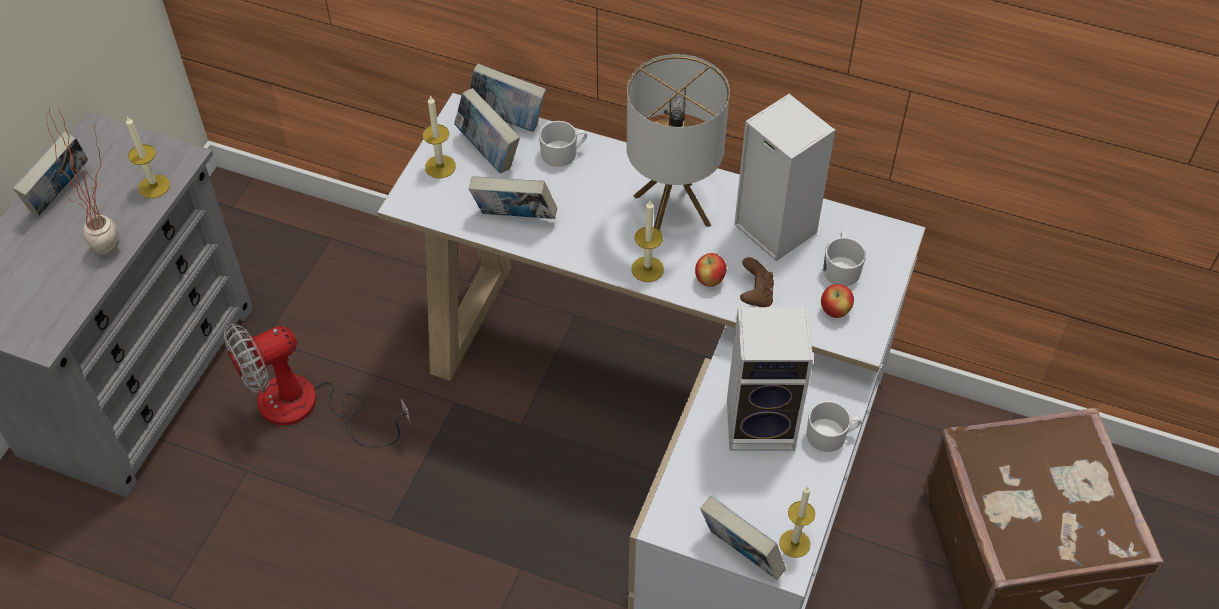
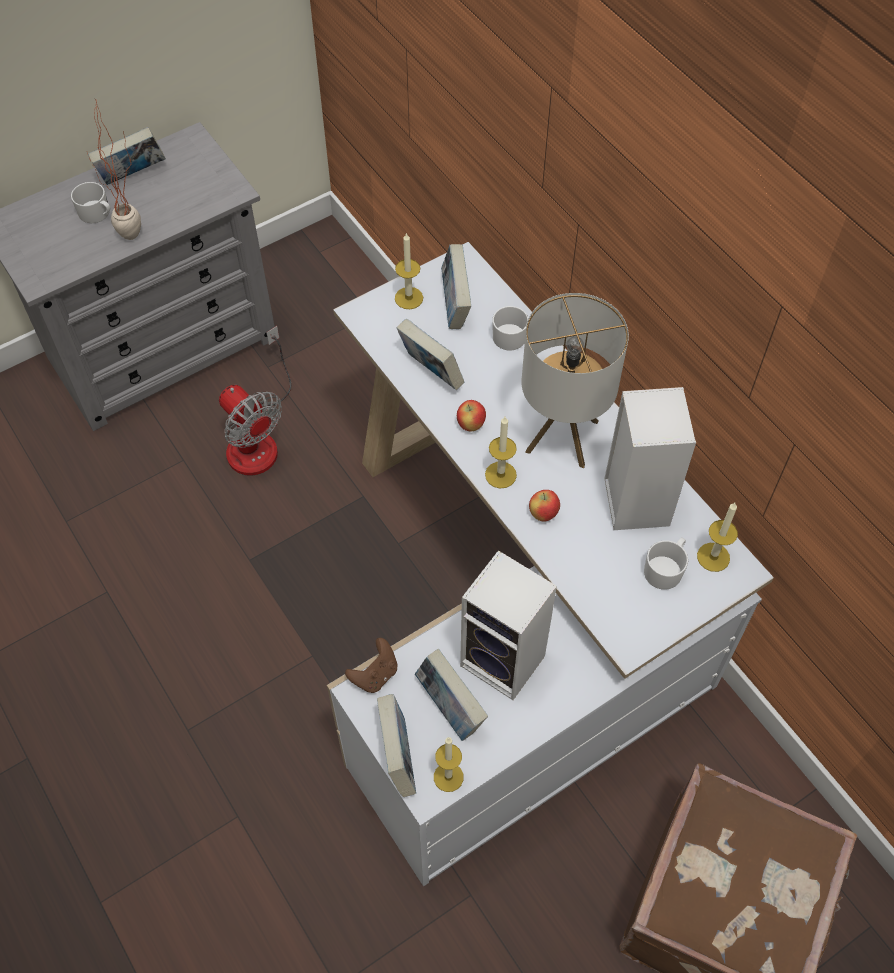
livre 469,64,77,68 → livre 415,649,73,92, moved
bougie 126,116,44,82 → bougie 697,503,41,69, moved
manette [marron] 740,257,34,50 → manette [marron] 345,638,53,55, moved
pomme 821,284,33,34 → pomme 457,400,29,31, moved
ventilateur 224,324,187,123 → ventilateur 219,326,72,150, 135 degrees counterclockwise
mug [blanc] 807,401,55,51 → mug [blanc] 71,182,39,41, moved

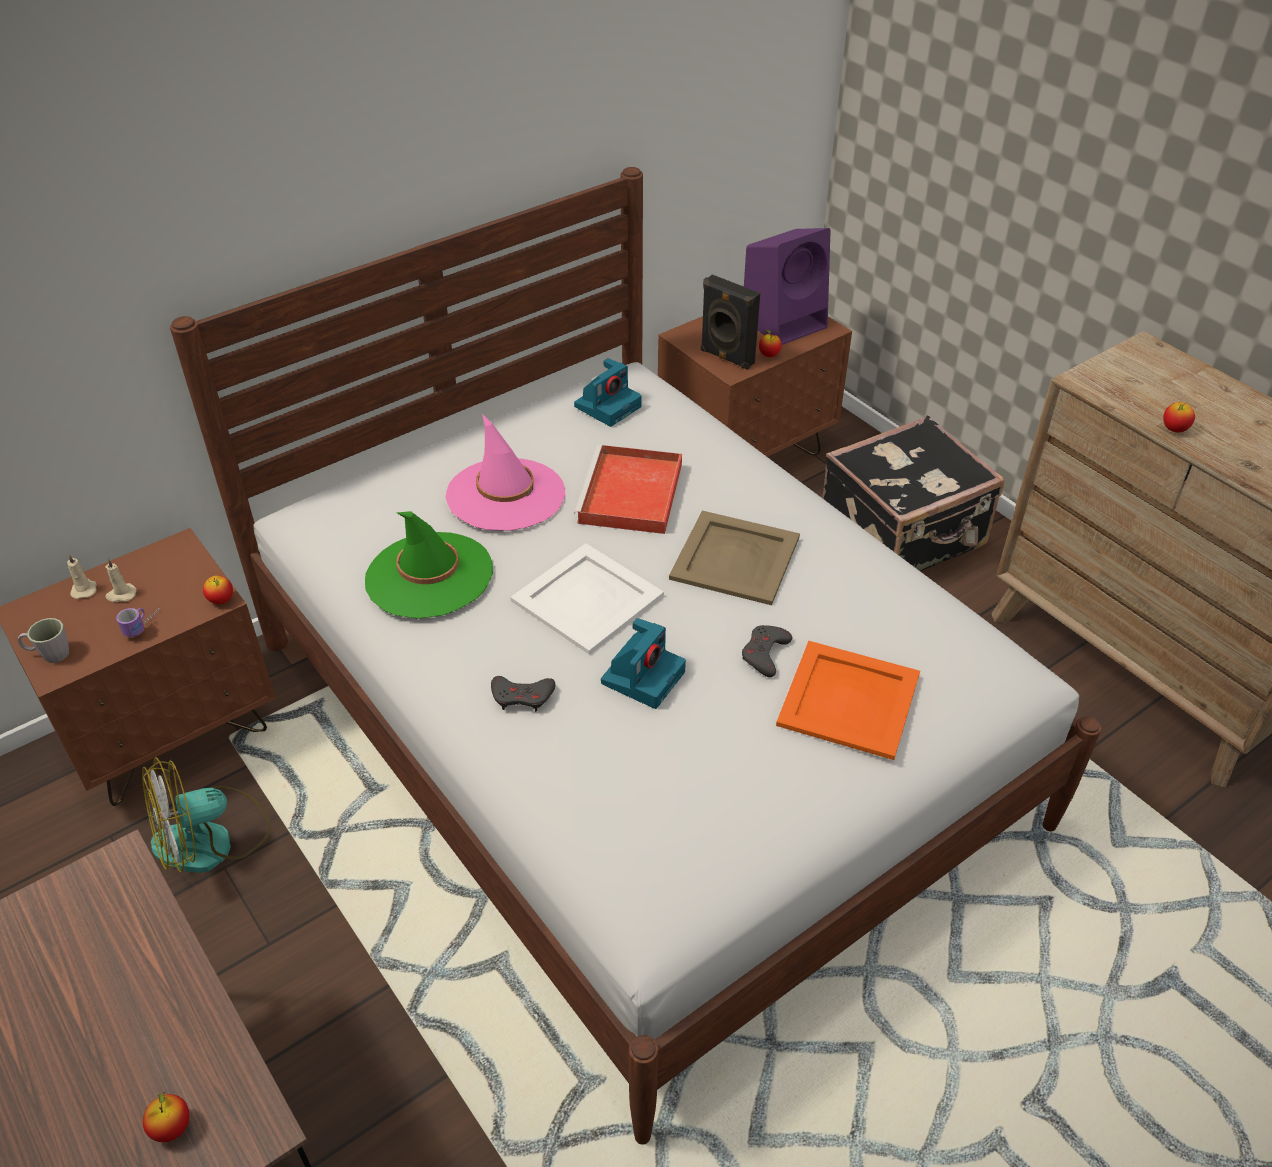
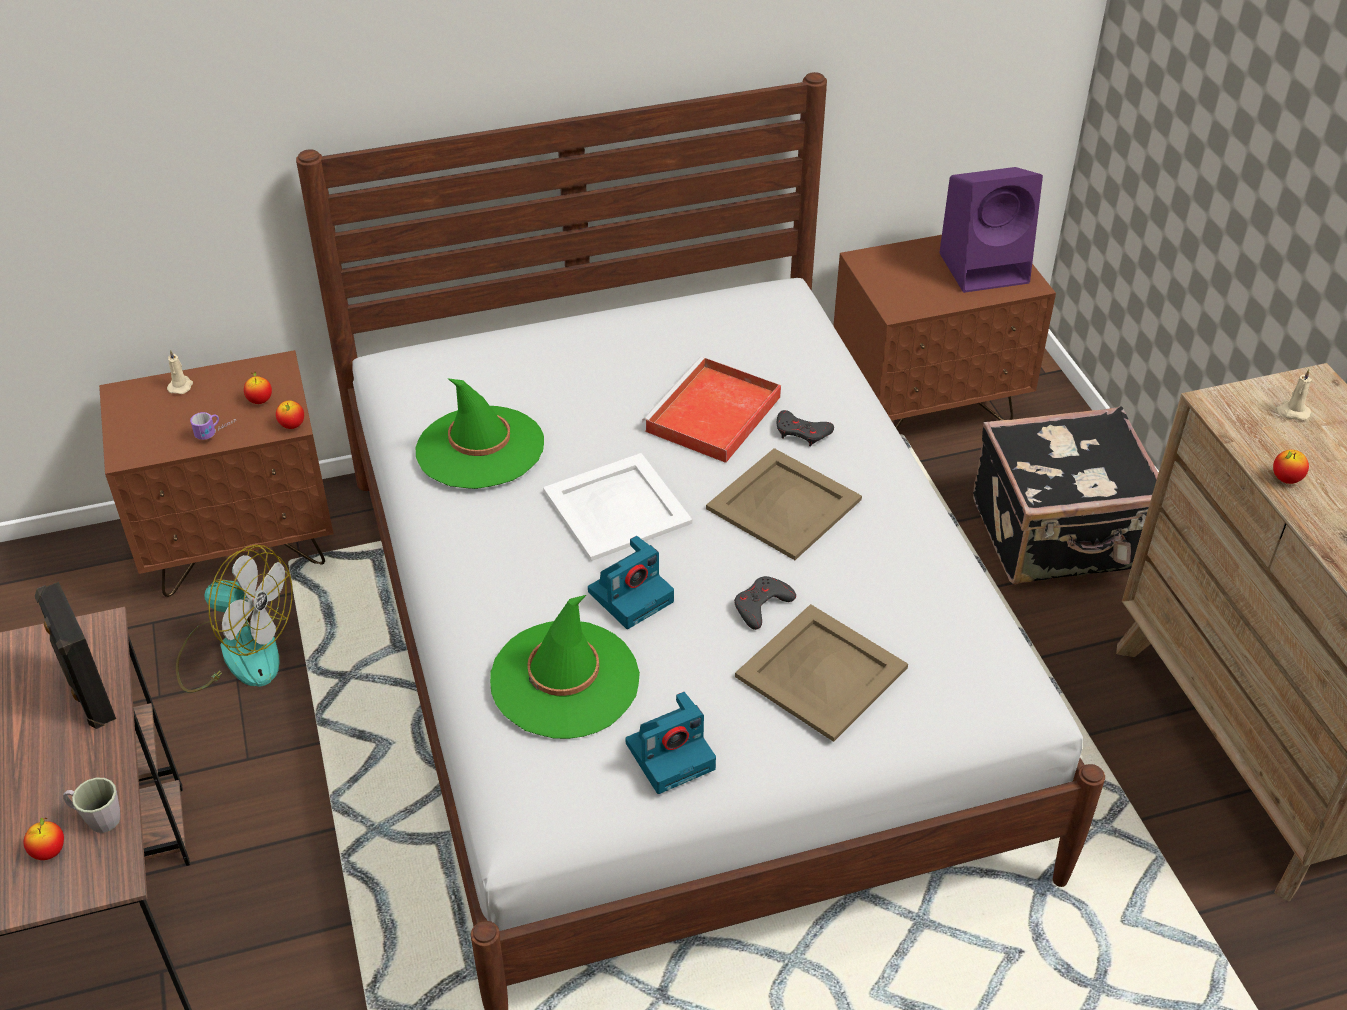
enceinte [noir] 700,274,60,96 → enceinte [noir] 35,582,81,147, moved
pomme 759,330,23,27 → pomme 244,371,28,33, moved
appareil photo 574,358,68,69 → appareil photo 625,692,91,102, moved
chapeau [rose] 445,414,121,117 → -
bougie [beige] 105,559,32,43 → bougie [beige] 1274,369,38,51, moved
mug [gris] 18,618,51,45 → mug [gris] 63,778,57,55, moved
plateau [orange] 776,641,144,119 → plateau [beige] 735,604,173,138
manette [gris] 491,676,64,36 → manette [gris] 777,410,57,36, moved
ventilateur 142,757,129,116 → ventilateur 176,545,117,148, 150 degrees counterclockwise
- → chapeau [vert] 490,595,150,144

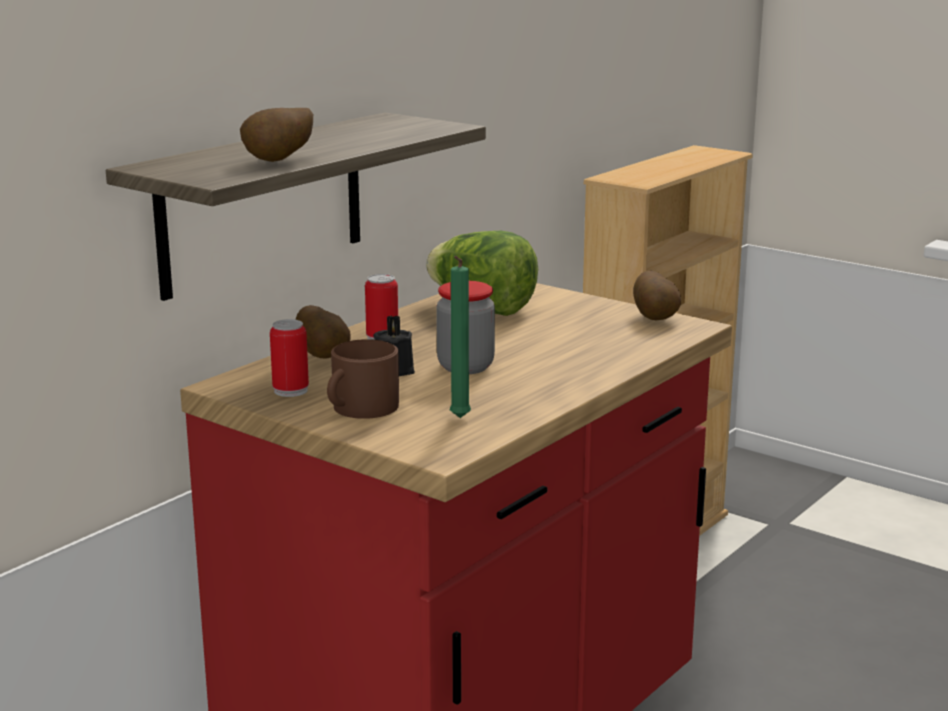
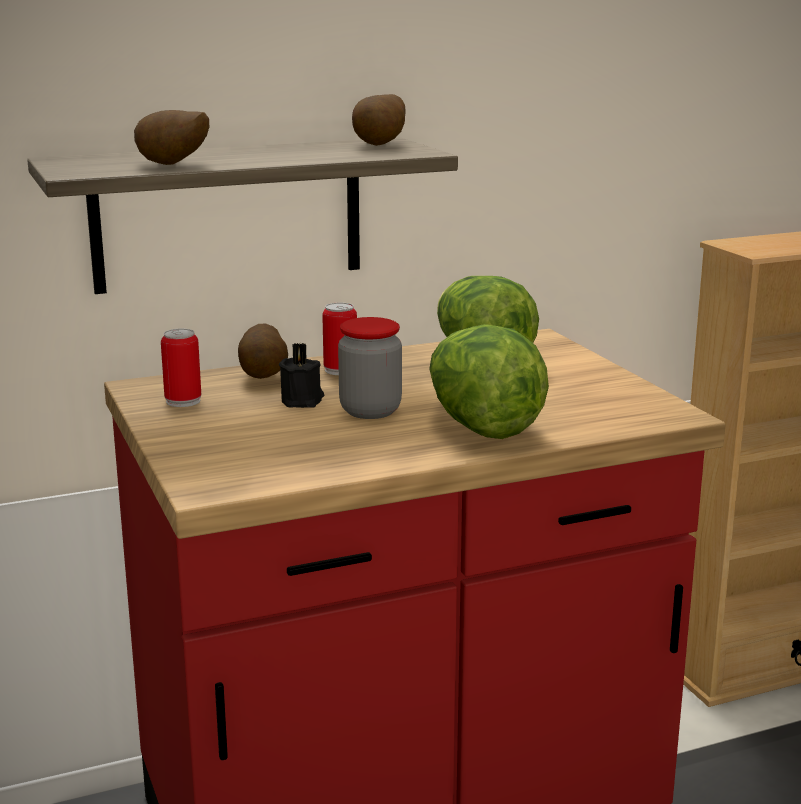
bougie [vert] 450,256,21,162 → -
pomme de terre 633,271,48,50 → pomme de terre 352,94,54,52, moved
mug [marron] 327,339,72,80 → -
- → laitue 429,324,120,115

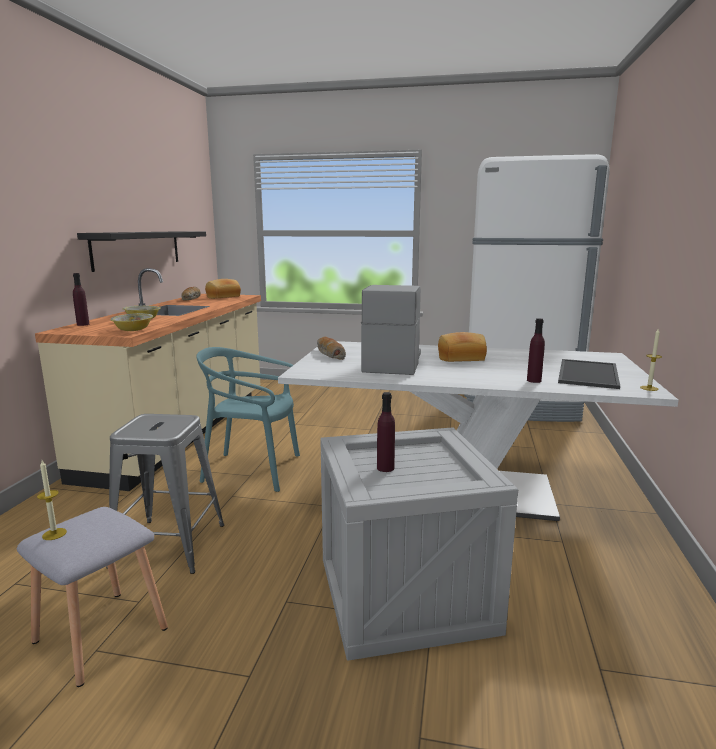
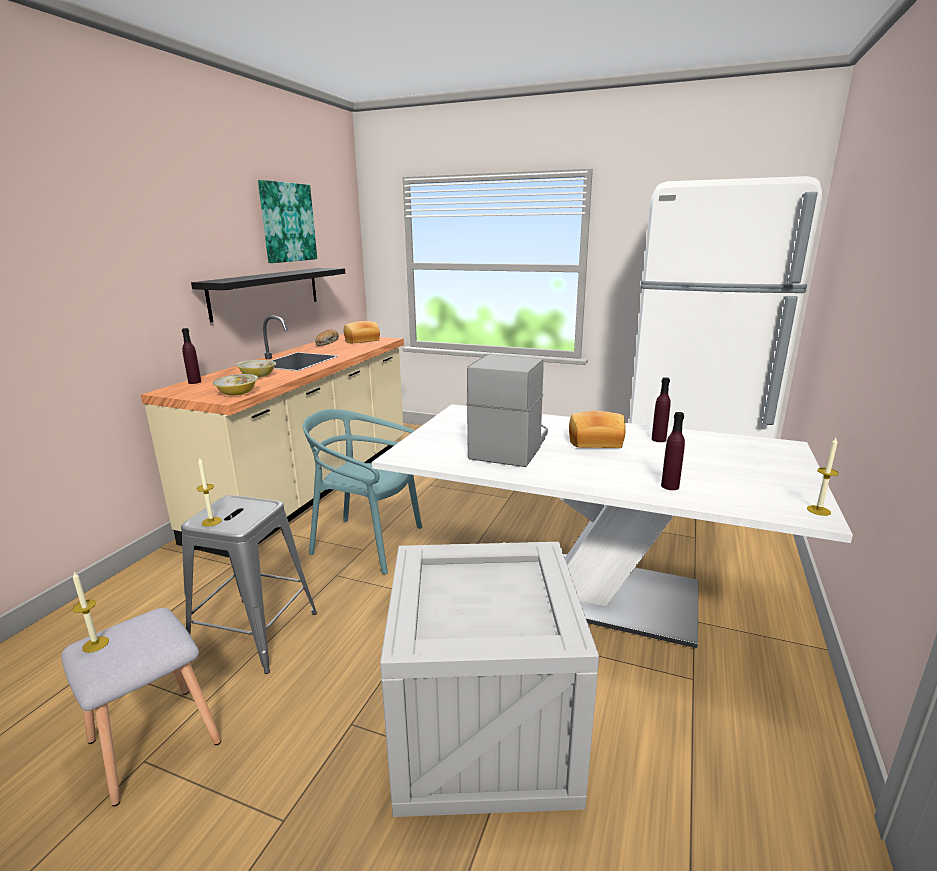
pain 317,337,29,23 → -
plateau 558,359,62,30 → -
bouteille [violet] 377,392,18,80 → bouteille [violet] 652,377,19,65, moved
- → tableau 258,180,59,83
- → bougie 196,457,26,70

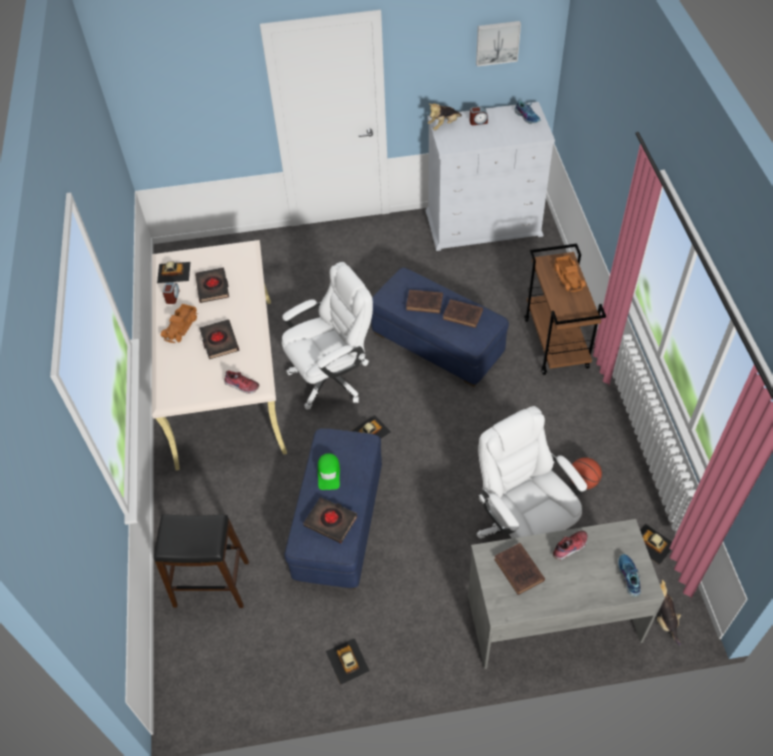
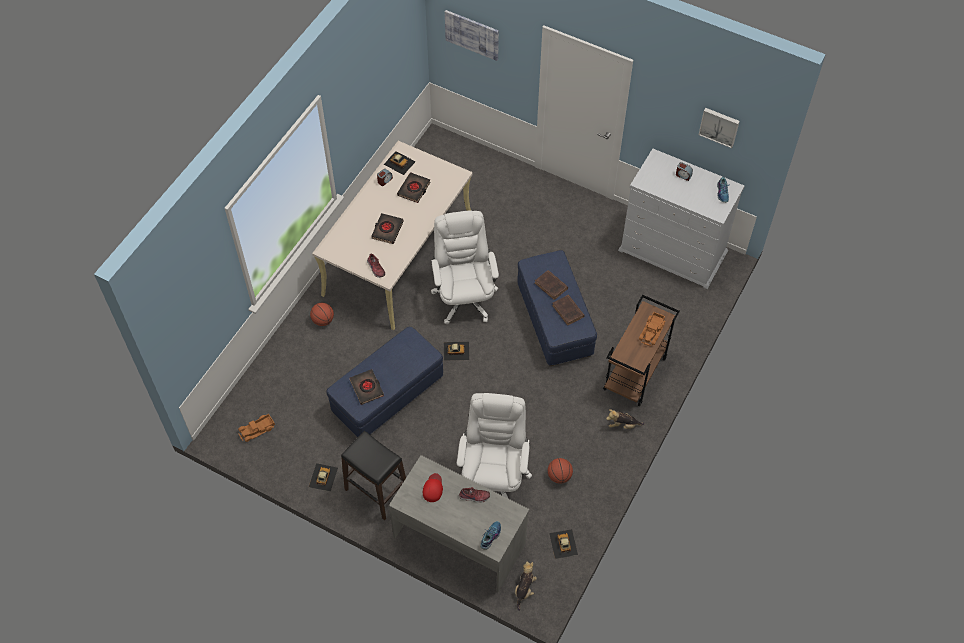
peluche 428,104,34,27 → peluche 606,409,38,20, moved
chaise de bureau [blanc] 282,262,91,148 → chaise de bureau [blanc] 431,210,68,114, 105 degrees counterclockwise
camion jouet 161,304,37,39 → camion jouet 238,414,37,28, moved
casquette [vert] 318,453,22,37 → -
tabouret [noir] 154,515,95,93 → tabouret [noir] 341,431,65,89, moved
livre [marron] 494,543,51,52 → casquette [rouge] 423,473,20,29
- → tableau 445,10,54,51
- → ballon de basket 310,303,24,23

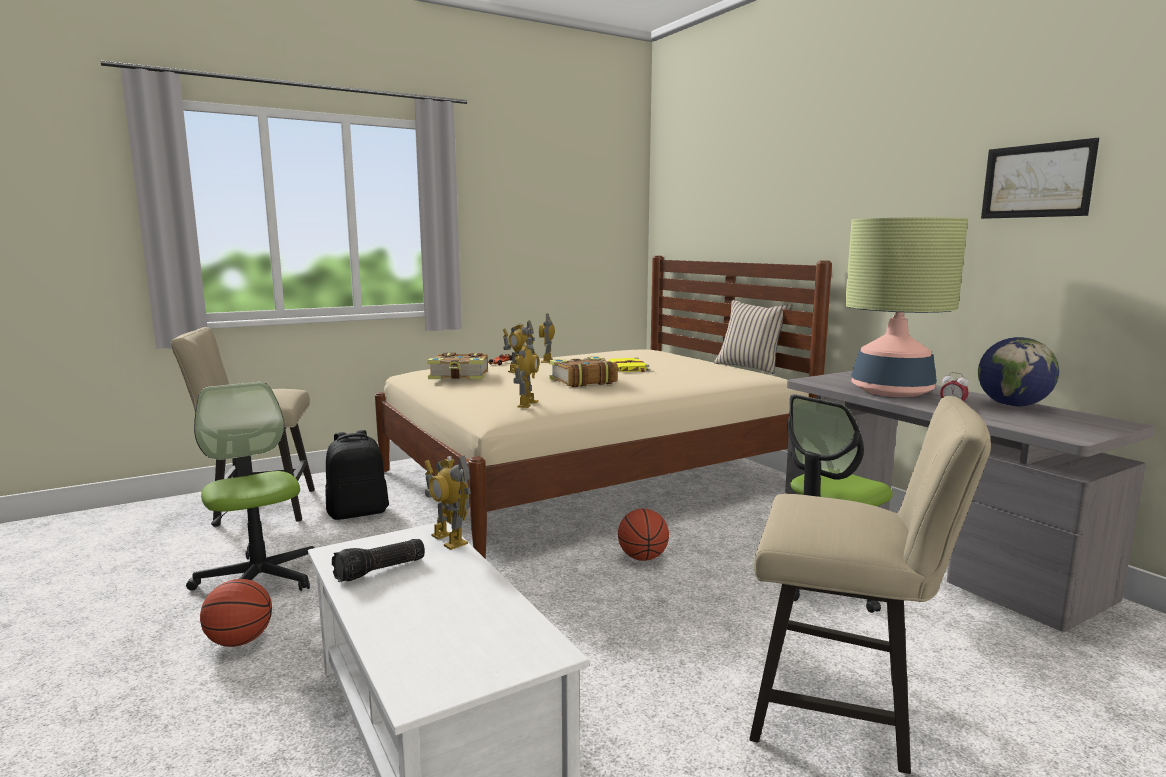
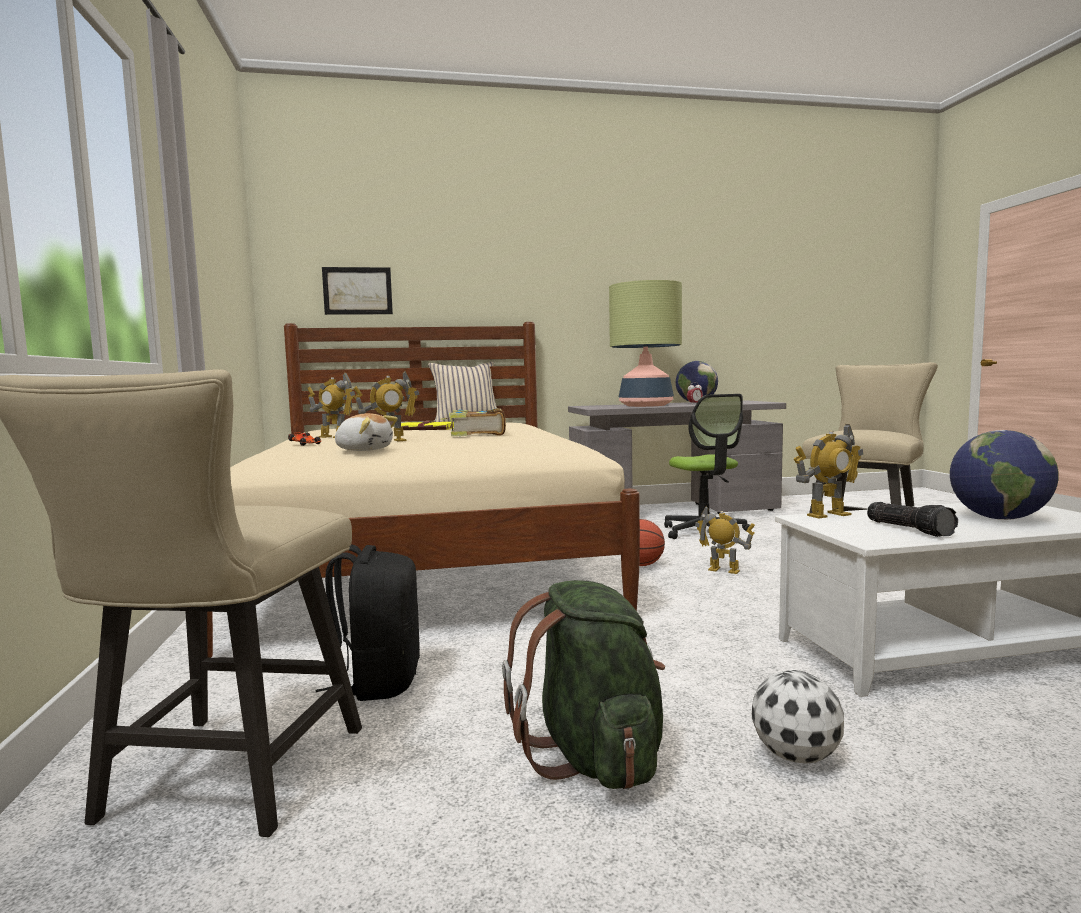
tableau 981,138,118,81 → tableau 322,267,71,48, moved
robot jouet 513,336,26,72 → robot jouet 695,506,60,68, moved
livre 427,353,61,26 → peluche 335,413,63,38
chaise de bureau 186,382,129,209 → sac à dos [vert] 502,580,163,209
ballon de basket 200,579,72,68 → ballon de foot 752,670,92,94
- → globe 950,430,109,90

